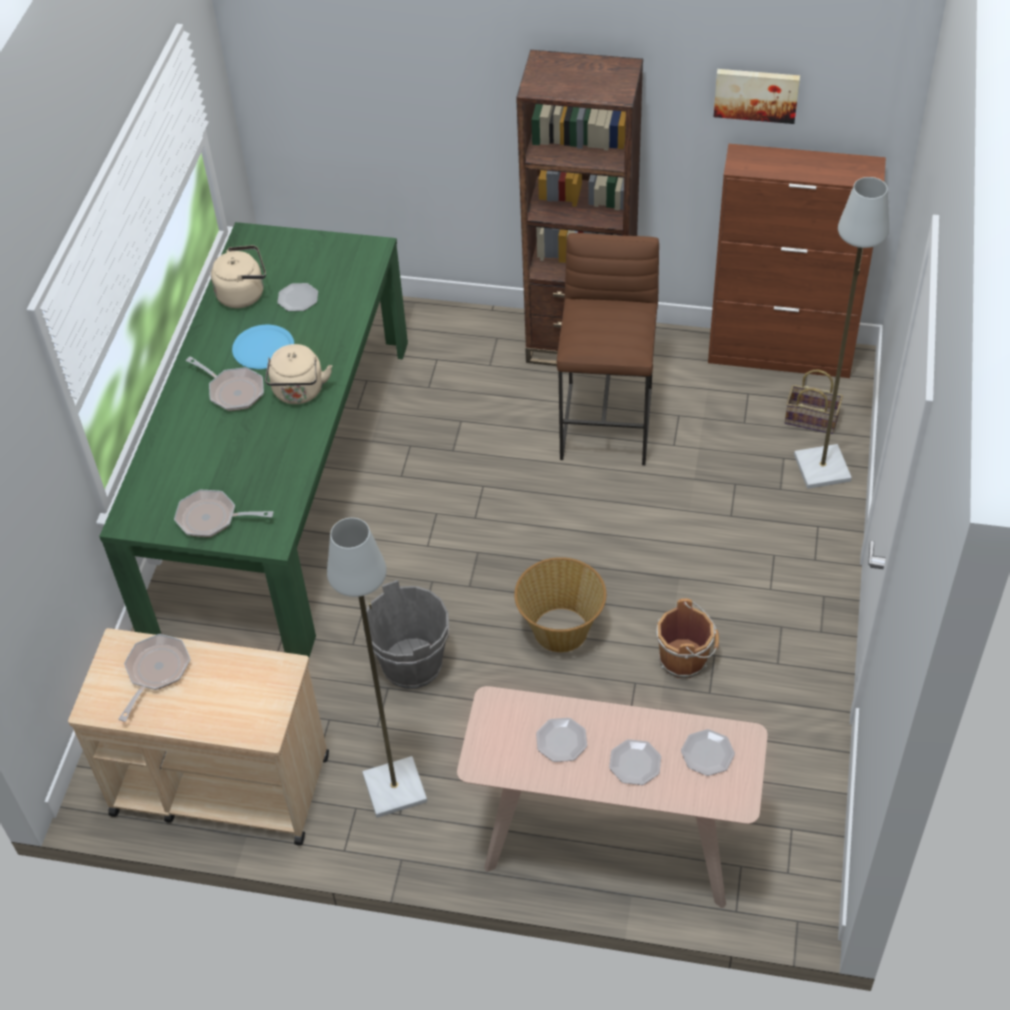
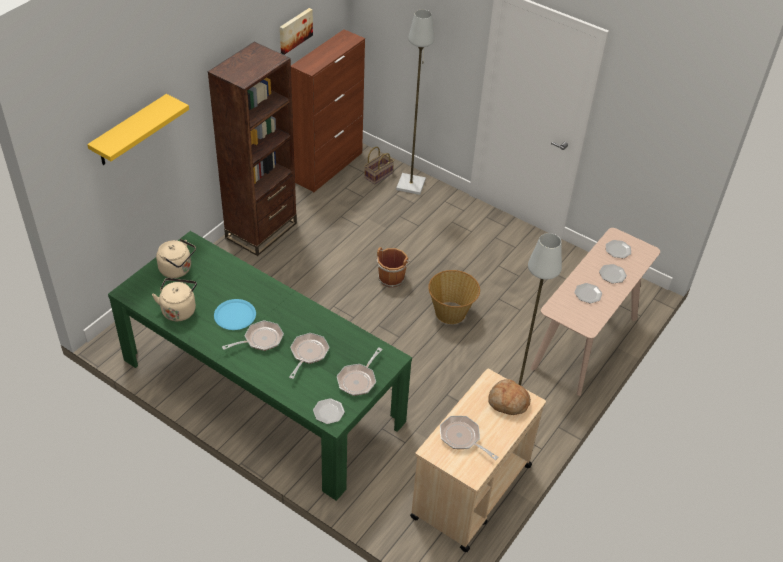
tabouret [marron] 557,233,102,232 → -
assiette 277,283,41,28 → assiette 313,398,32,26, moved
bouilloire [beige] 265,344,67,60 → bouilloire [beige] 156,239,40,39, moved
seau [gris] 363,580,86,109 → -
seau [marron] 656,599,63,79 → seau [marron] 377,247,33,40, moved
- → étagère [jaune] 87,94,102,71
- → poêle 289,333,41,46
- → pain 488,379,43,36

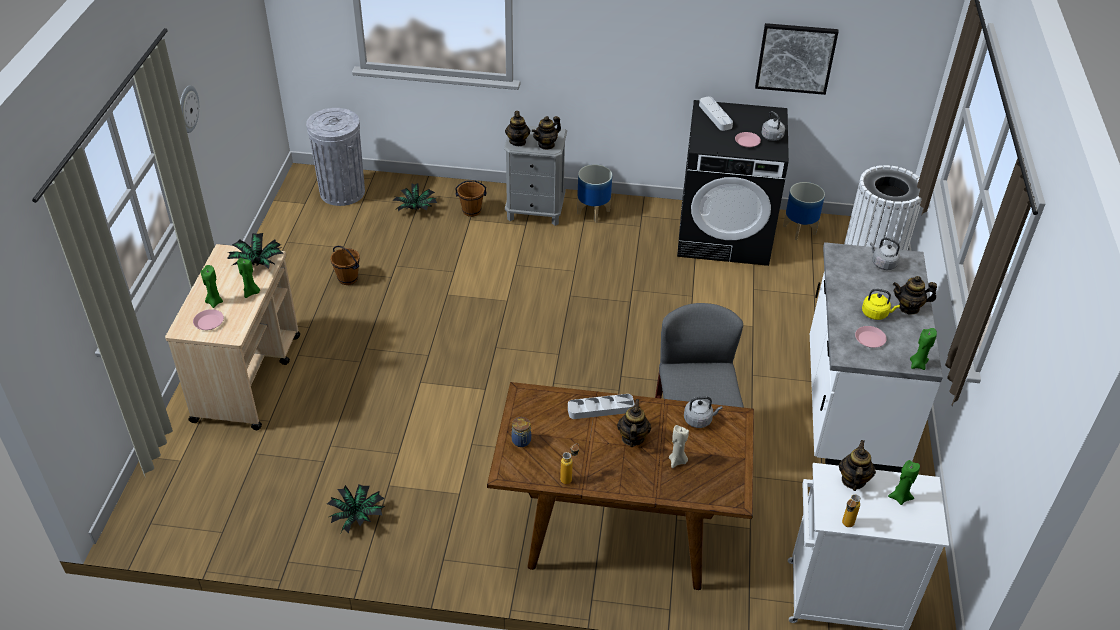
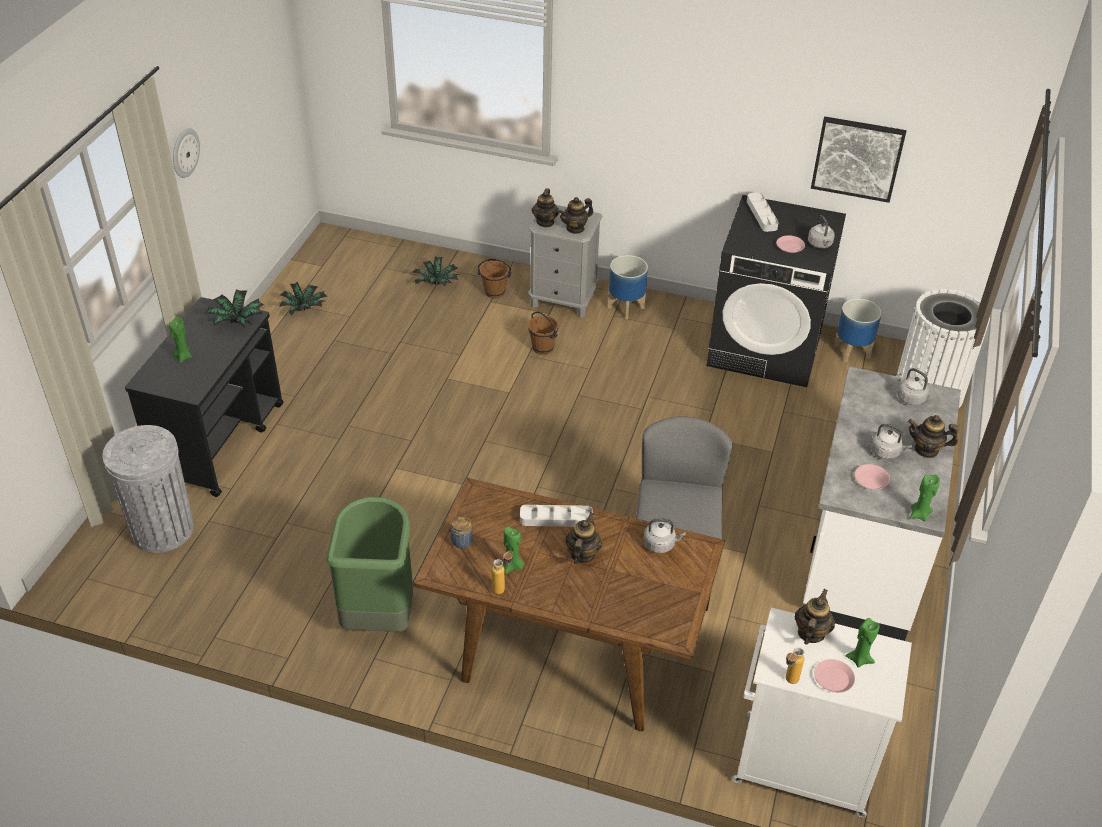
poubelle [gris] 306,108,59,98 → poubelle [gris] 102,425,92,128, moved
chariot [beige] 165,244,135,186 → chariot [noir] 125,297,159,200
seau [marron] 330,246,30,39 → seau [marron] 528,312,31,43, moved
bougie [vert] 237,258,23,40 → bougie [vert] 503,527,21,47, moved
bouilloire [jaune] 862,289,38,31 → bouilloire [gris] 870,424,42,35
assiette [rose] 193,309,31,21 → assiette [rose] 814,659,41,34, moved
bougie [beige] 669,425,20,43 → -
plante en pot 327,484,58,50 → plante en pot 279,282,48,34, moved
- → poubelle [vert] 326,497,87,135

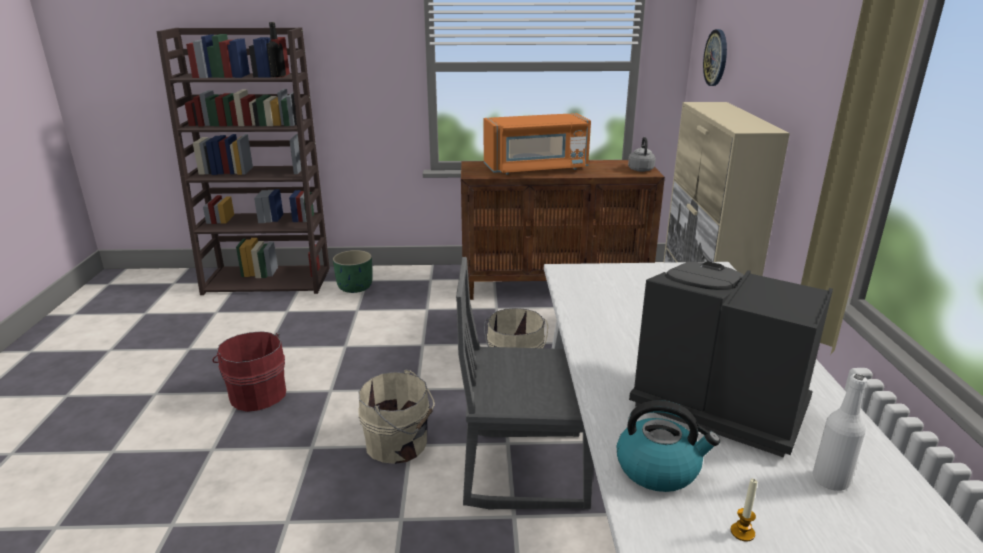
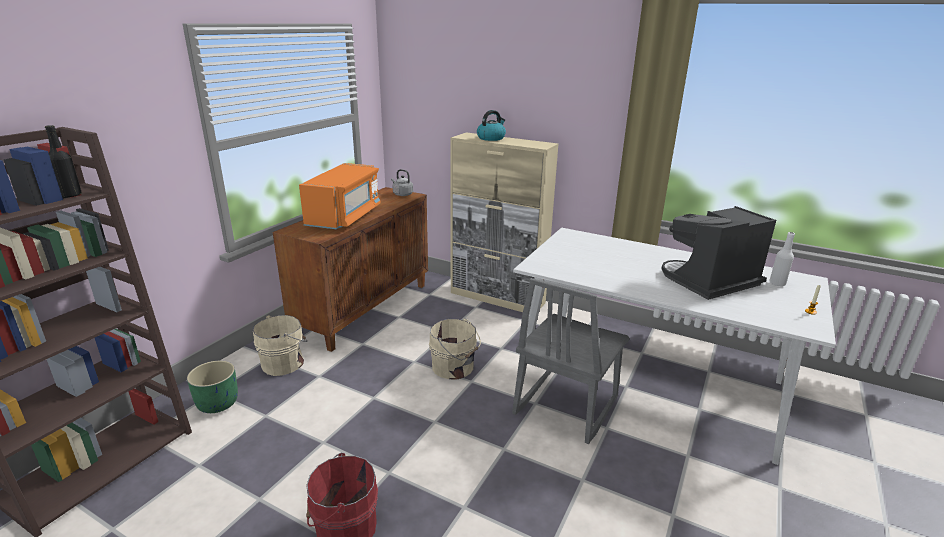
horloge murale 703,29,24,57 → -
seau [beige] 358,370,77,94 → seau [beige] 253,315,54,61, moved
bouilloire 617,400,103,92 → bouilloire 477,110,29,31, moved

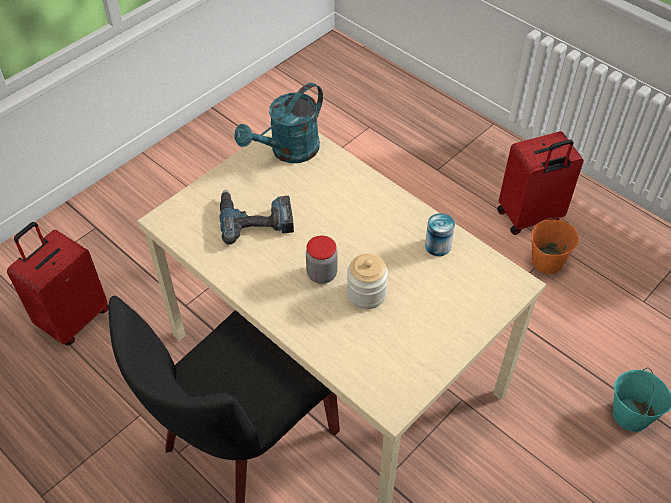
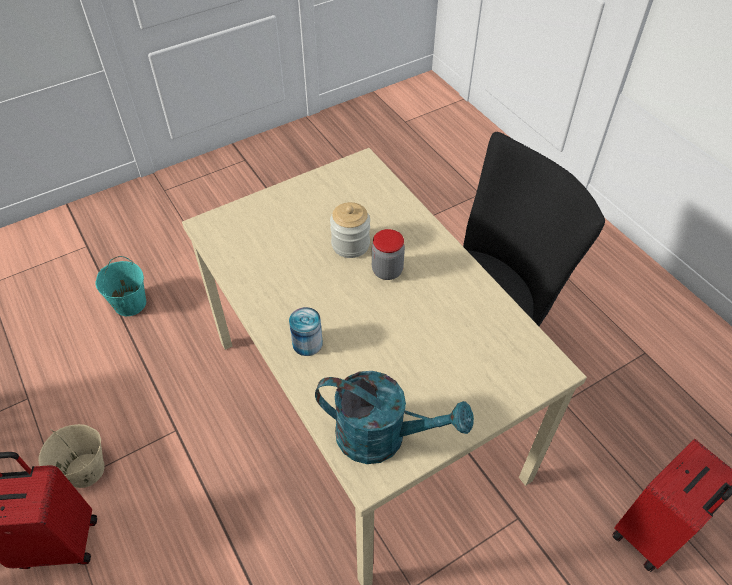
arrosoir [turquoise] 235,83,88,80 → arrosoir [turquoise] 315,371,159,93, 45 degrees clockwise
perceuse 219,190,75,54 → -
boîte métallique 425,213,30,43 → boîte métallique 289,307,34,49, moved
seau [orange] 531,217,48,57 → seau [beige] 38,424,67,64

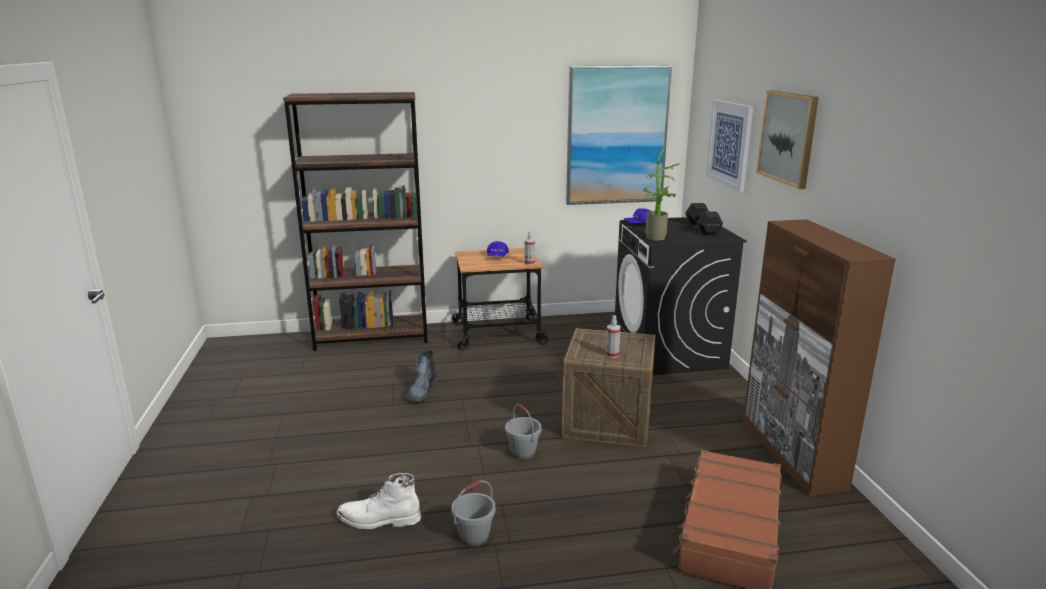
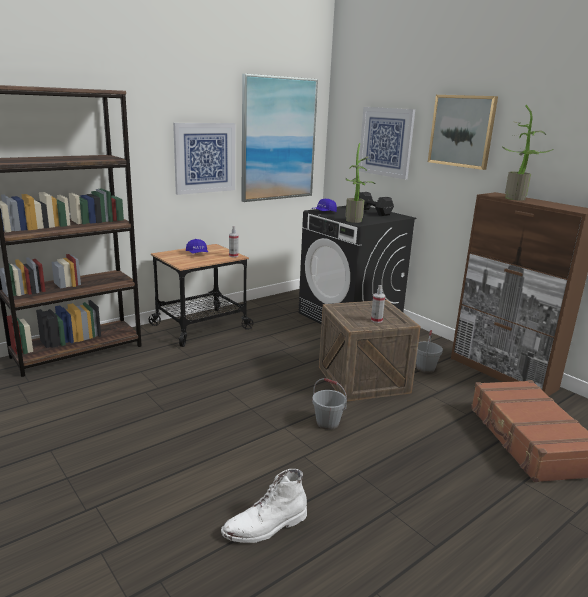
botte 407,350,30,51 → -
seau [gris] 452,480,43,67 → seau [gris] 416,330,27,43, moved
- → plante en pot 502,105,52,95
- → tableau 173,123,62,72

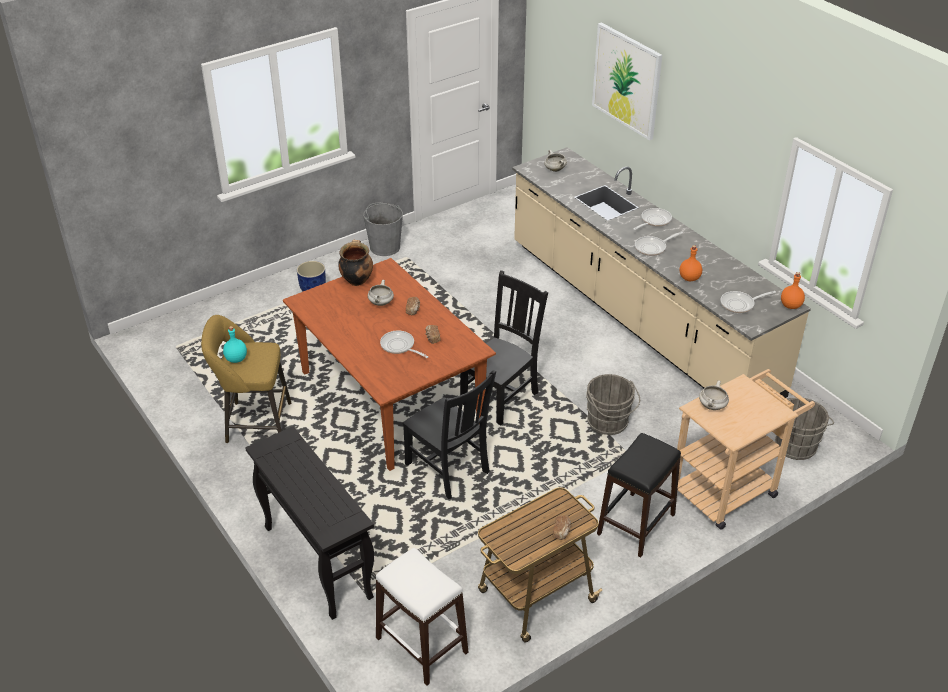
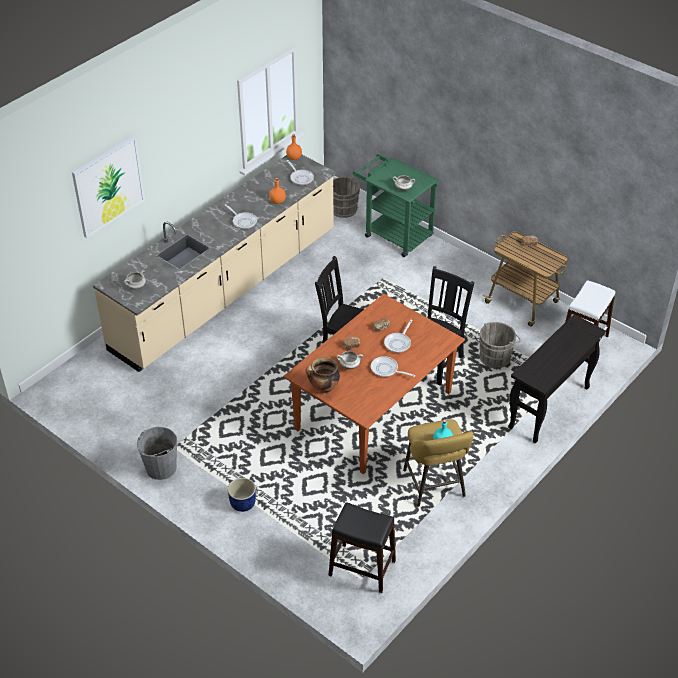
poêle 633,208,39,22 → poêle 371,356,45,21, moved
chariot [beige] 671,369,144,161 → chariot [vert] 353,154,86,103
seau [gris] 586,374,54,61 → seau [gris] 479,322,42,46, moved
tabouret [noir] 597,433,84,124 → tabouret [noir] 328,502,68,91, moved

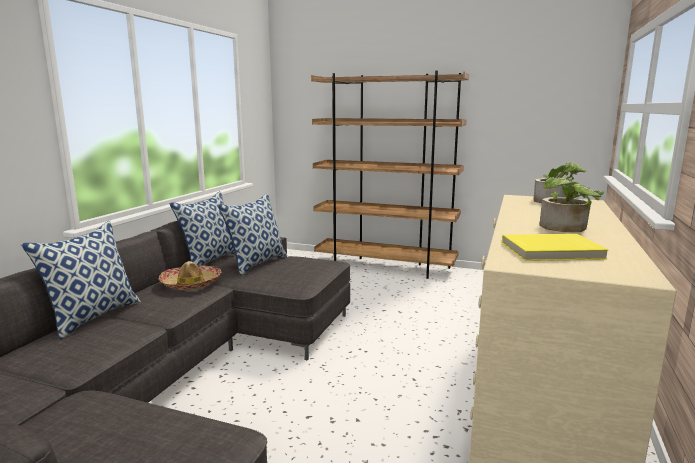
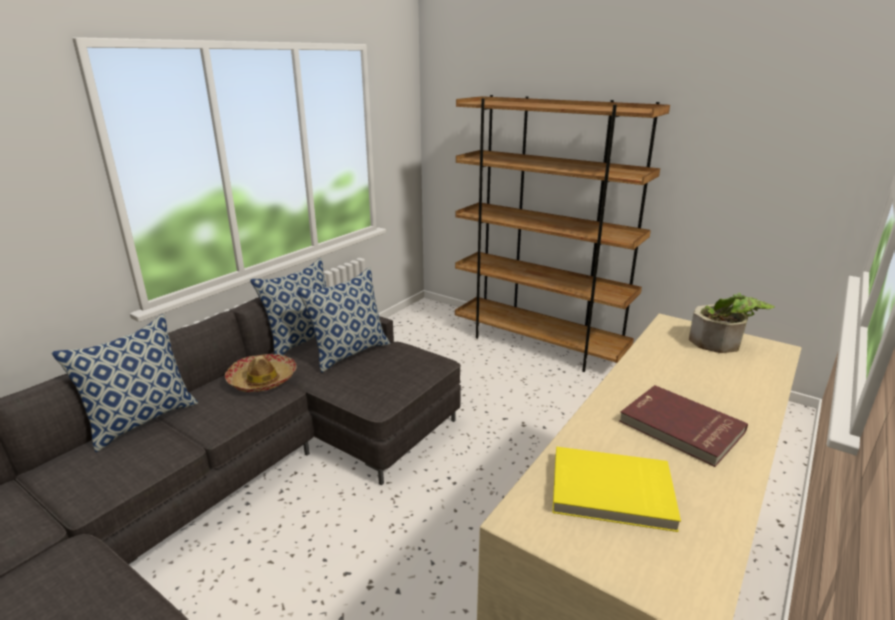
plante en pot 539,177,66,55 → livre [rouge] 619,385,129,82

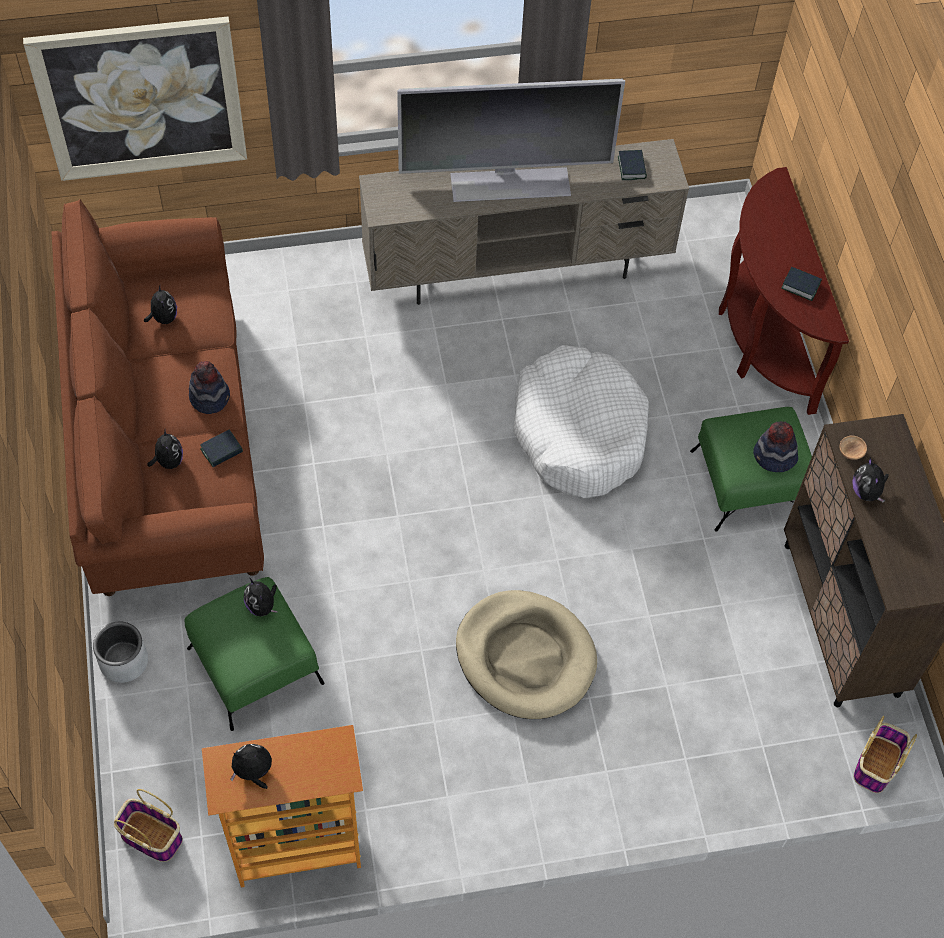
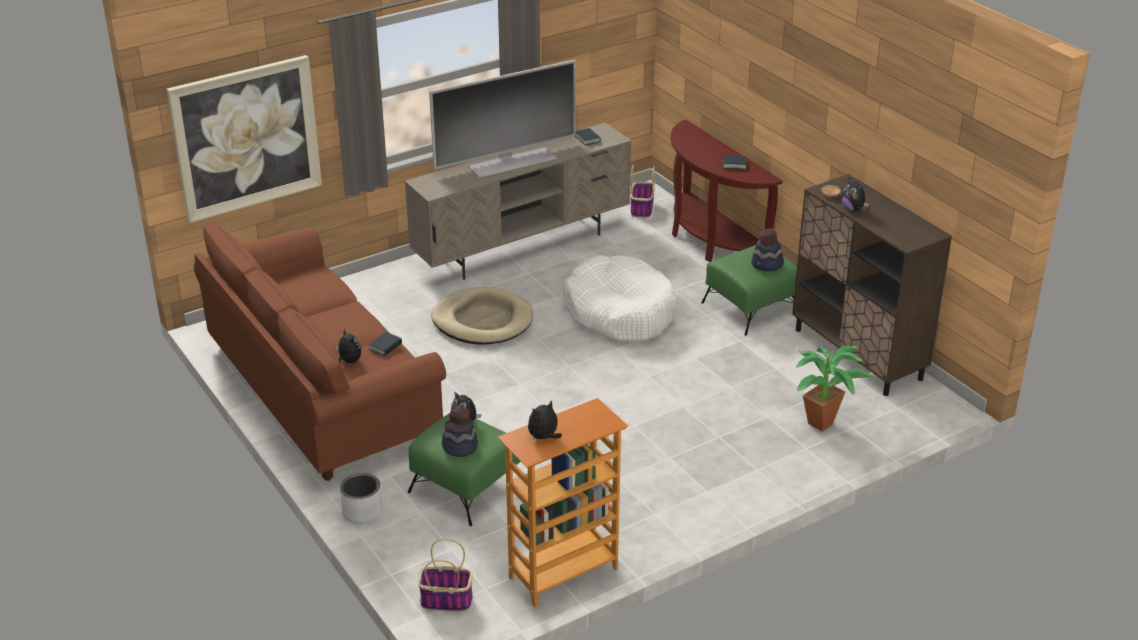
peluche 144,285,33,39 → -
chapeau 189,361,41,53 → chapeau 442,406,36,51, moved
panier pour chien [beige] 456,590,141,129 → panier pour chien [beige] 431,287,102,58, moved
panier 854,716,63,77 → panier 630,165,25,53, moved
- → plante en pot 796,345,78,87

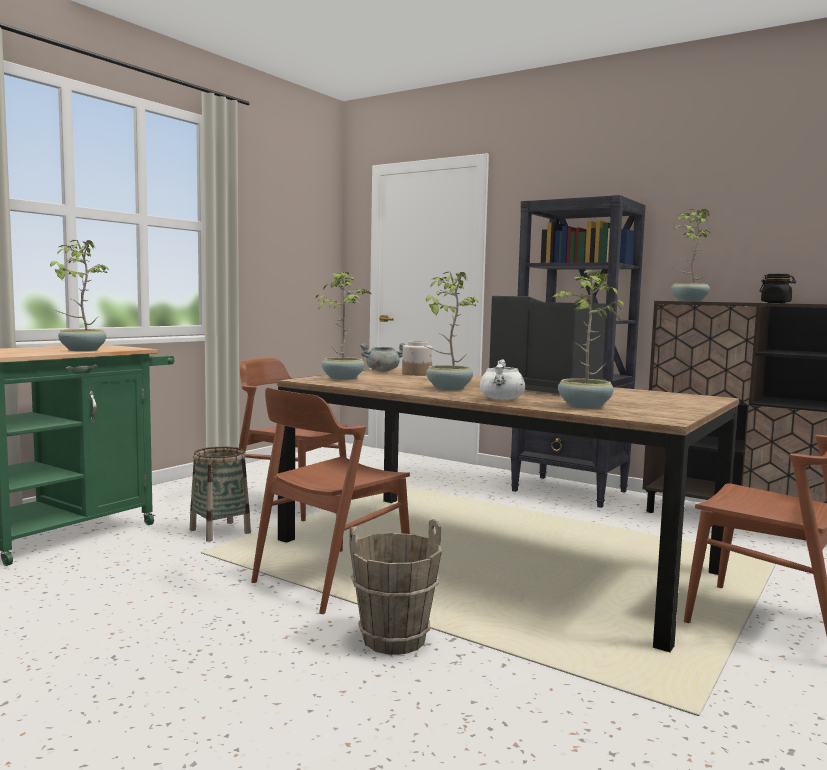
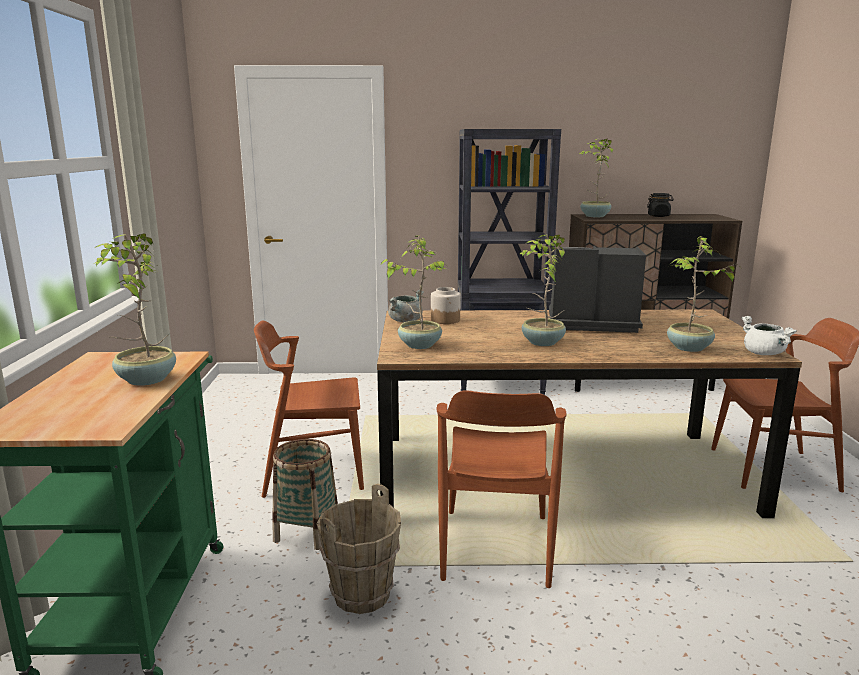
marmite [blanc] 480,359,45,41 → marmite [blanc] 741,316,56,39, moved
seau [marron] 349,519,93,136 → seau [marron] 317,484,84,130, moved

